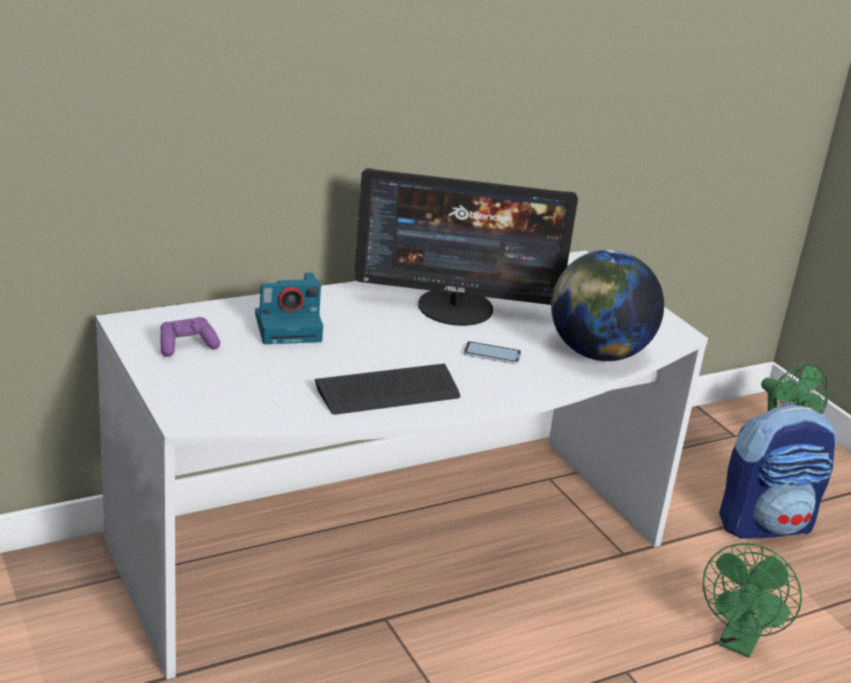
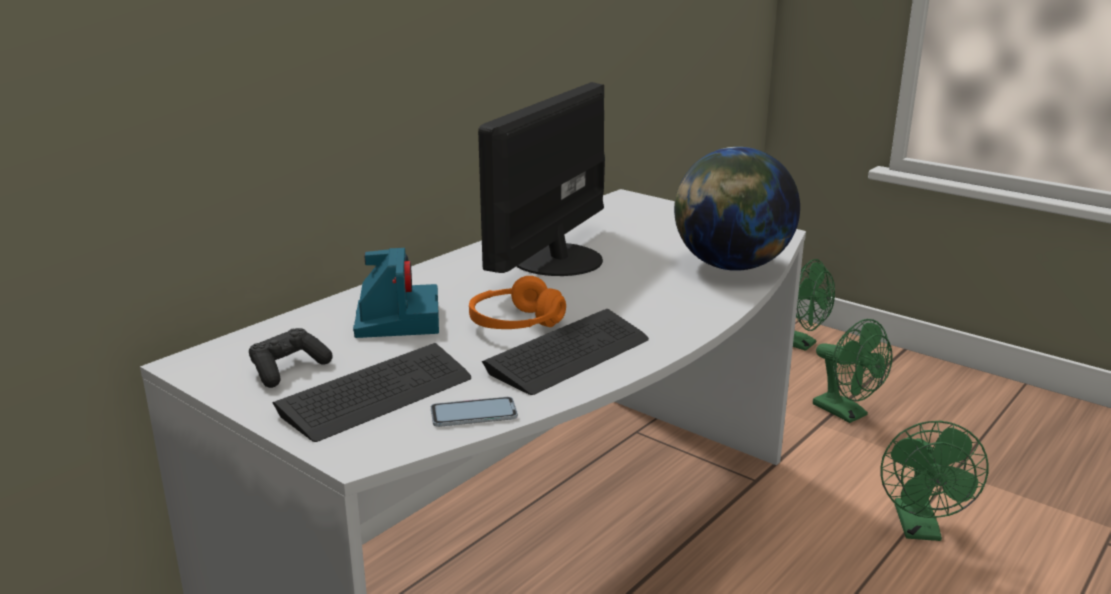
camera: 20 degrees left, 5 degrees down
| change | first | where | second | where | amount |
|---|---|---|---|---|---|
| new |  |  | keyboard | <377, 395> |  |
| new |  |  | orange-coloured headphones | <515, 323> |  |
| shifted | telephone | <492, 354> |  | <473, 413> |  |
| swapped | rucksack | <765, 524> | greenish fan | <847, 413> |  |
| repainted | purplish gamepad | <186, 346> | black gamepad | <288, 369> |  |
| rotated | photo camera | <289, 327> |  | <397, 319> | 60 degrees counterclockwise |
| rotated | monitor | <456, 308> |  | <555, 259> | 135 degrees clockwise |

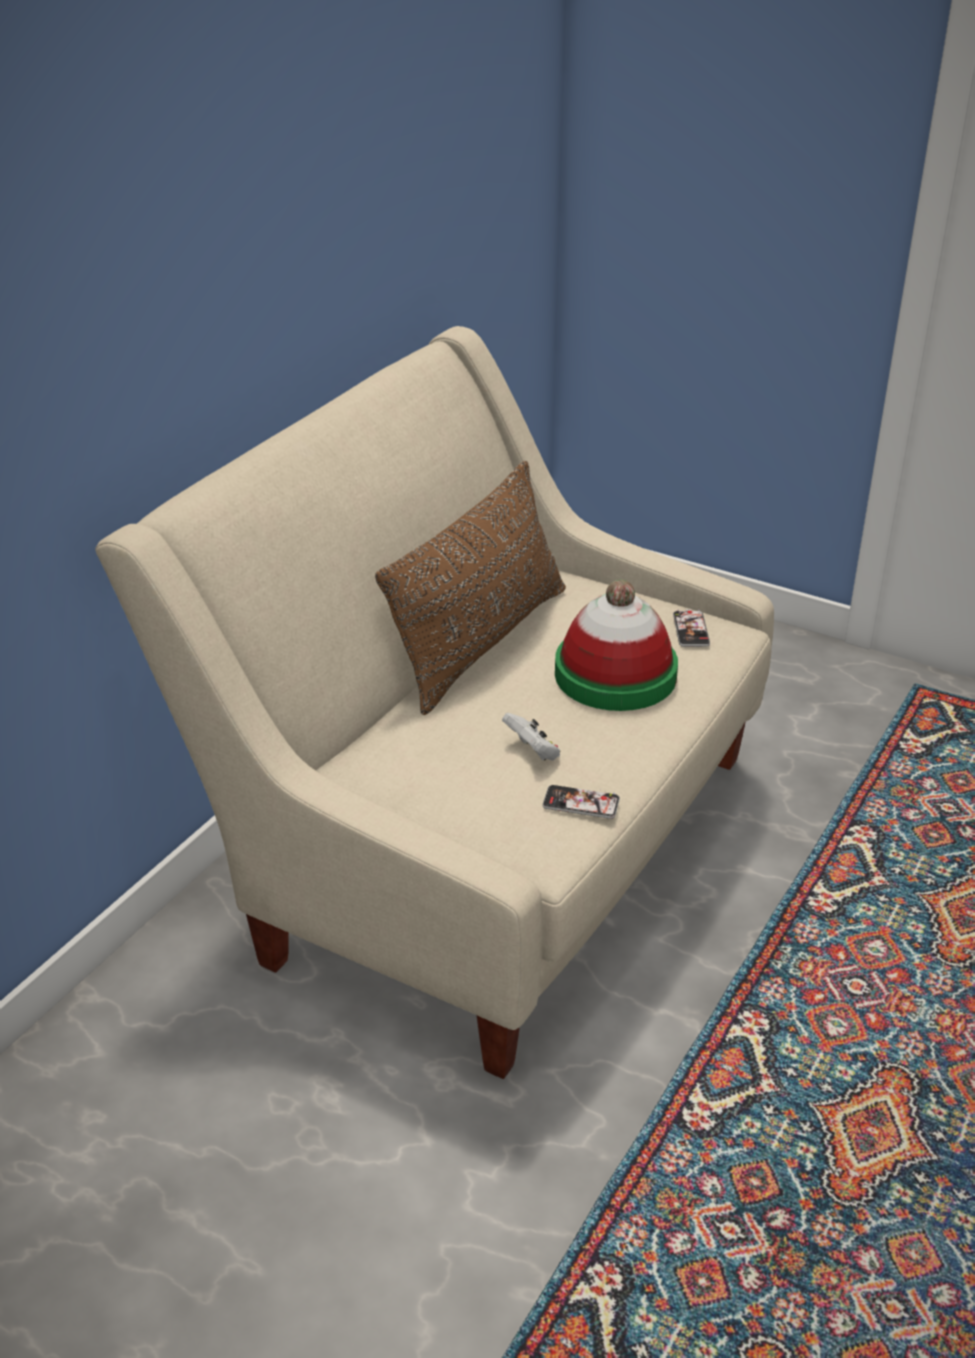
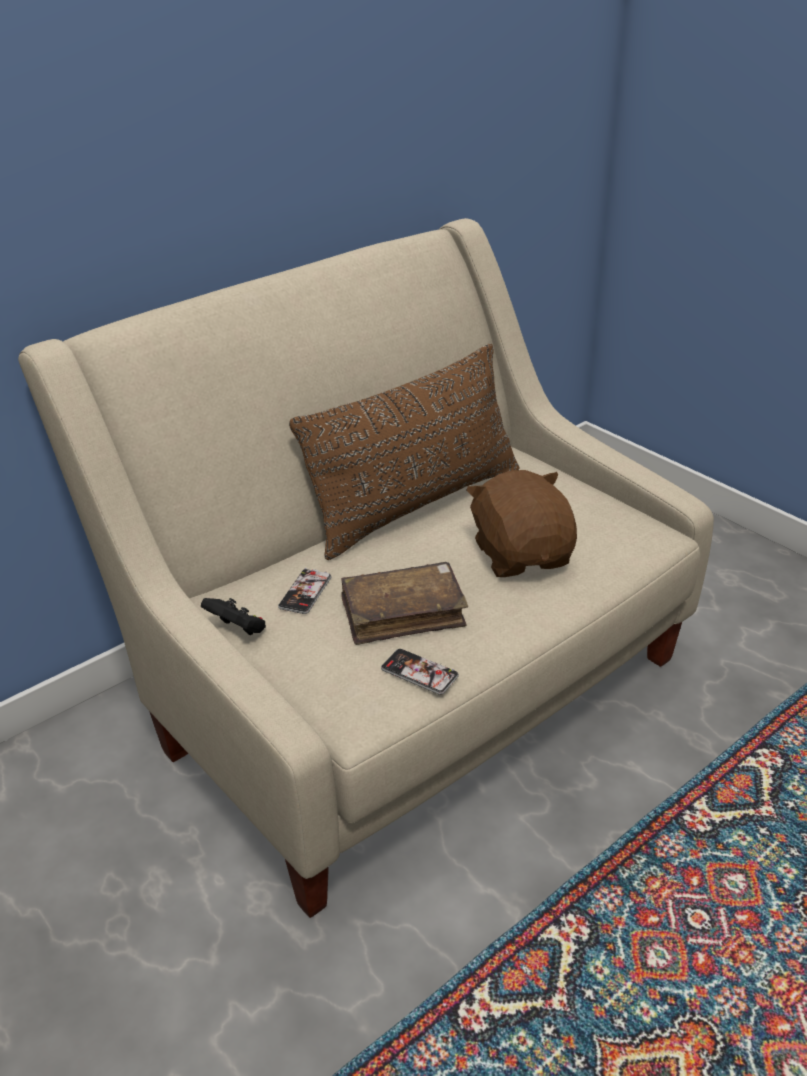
camera: 20 degrees right, 0 degrees up
| change | first | where | second | where | amount |
|---|---|---|---|---|---|
| new |  |  | black gamepad | <238, 630> |  |
| shifted | telephone | <691, 630> |  | <305, 592> |  |
| swapped | white gamepad | <533, 752> | brown-coloured book | <403, 613> |  |
| swapped | wearable hat | <615, 675> | brown-coloured plush toy | <522, 555> |  |

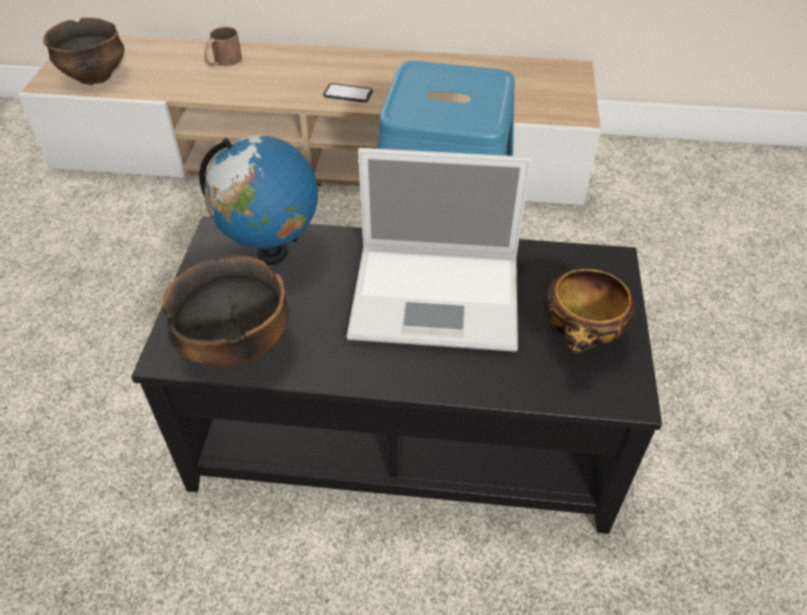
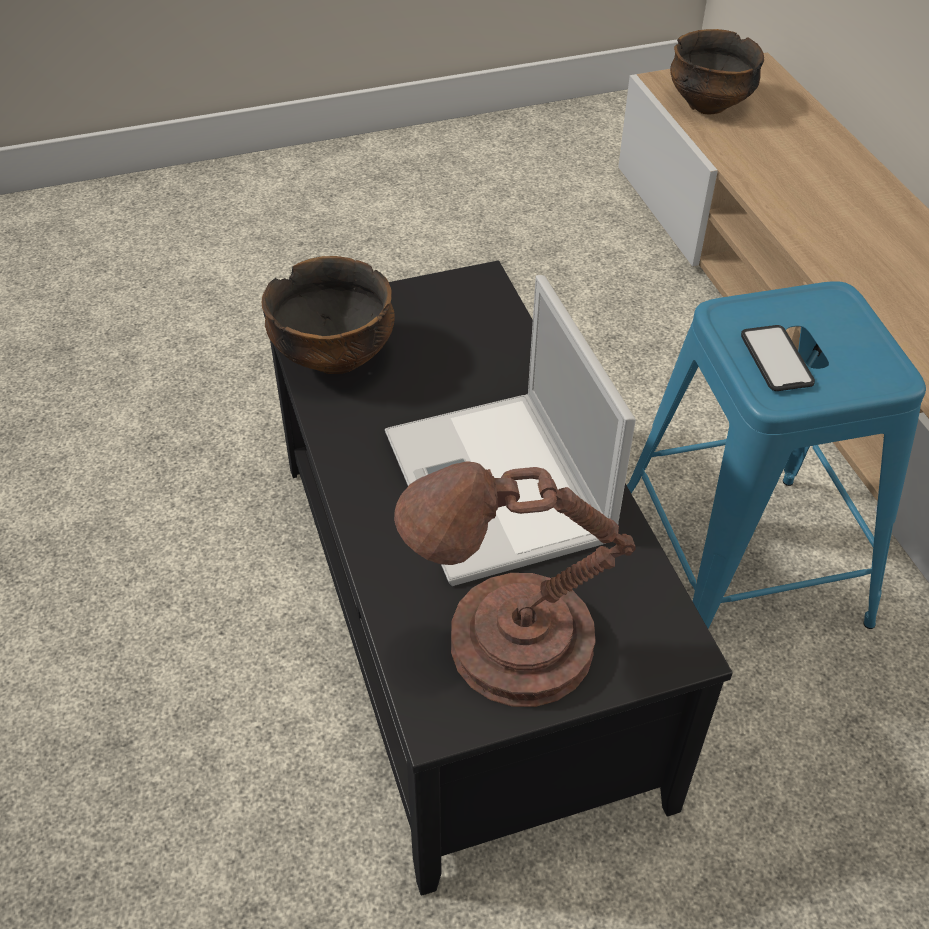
camera: 65 degrees right, 0 degrees up
| change | first | where | second | where | amount |
|---|---|---|---|---|---|
| gone | desk globe | <272, 253> |  |  |  |
| gone | brown-coloured coffee mug | <223, 61> |  |  |  |
| shifted | telephone | <348, 93> |  | <776, 359> |  |
| swapped | bowl | <581, 339> | brown-coloured tabletop lamp | <508, 647> |  |

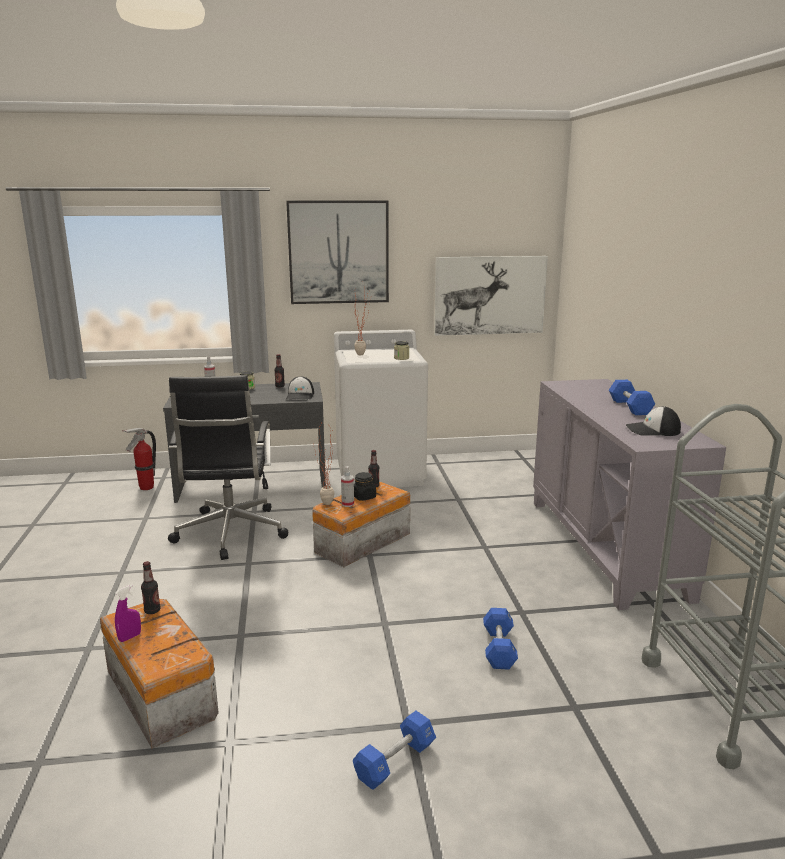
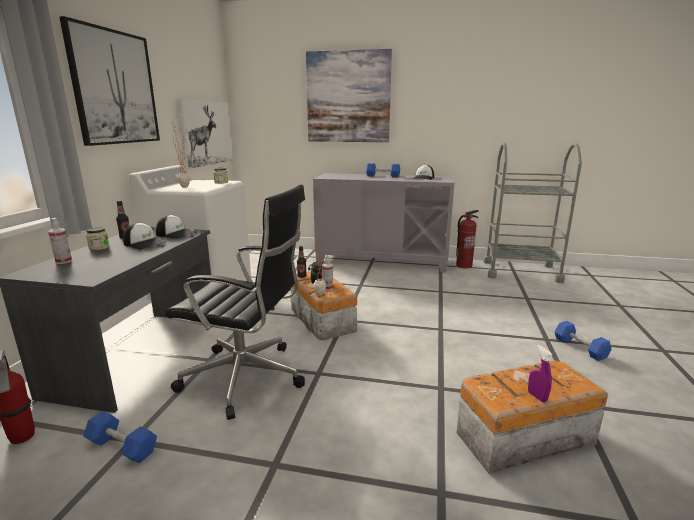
camera: 70 degrees left, 0 degrees up
| change | first | where | second | where | amount |
|---|---|---|---|---|---|
| gone | bottle | <152, 611> |  |  |  |
| new |  |  | cap | <145, 243> |  |
| new |  |  | wall art | <348, 97> |  |
| new |  |  | extinguisher | <464, 265> |  |
| shifted | blue dumbbell | <499, 648> |  | <122, 447> |  |

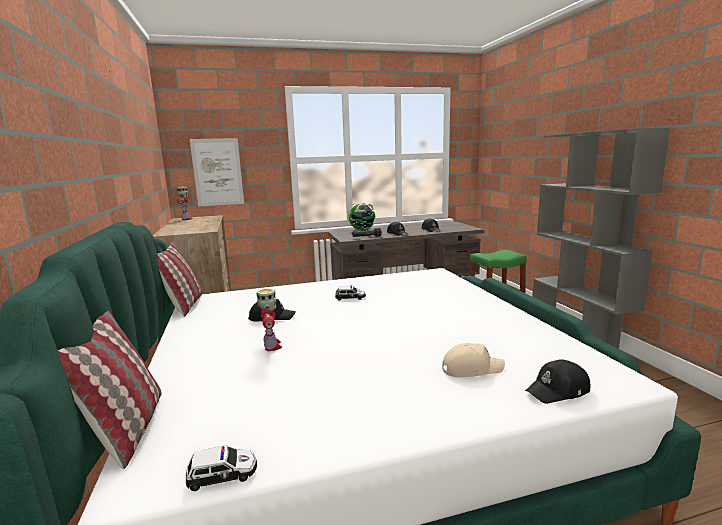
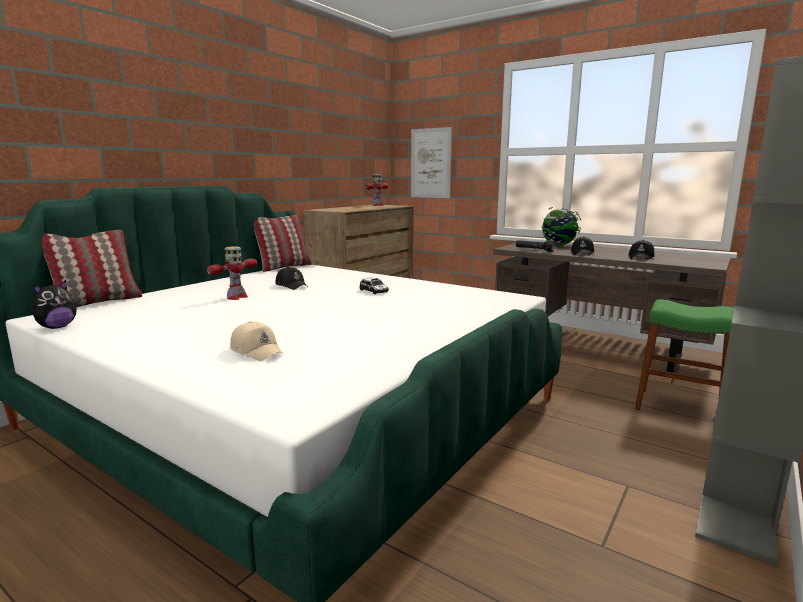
camera: 50 degrees right, 0 degrees up
| change | first | where | second | where | amount |
|---|---|---|---|---|---|
| gone | black cap | <558, 391> |  |  |  |
| swapped | model car | <223, 474> | plush toy | <57, 327> |  |

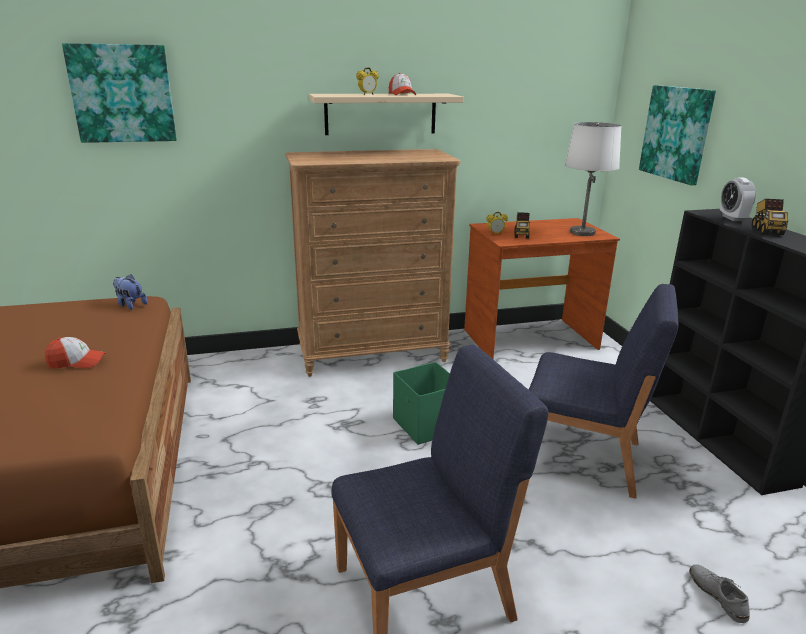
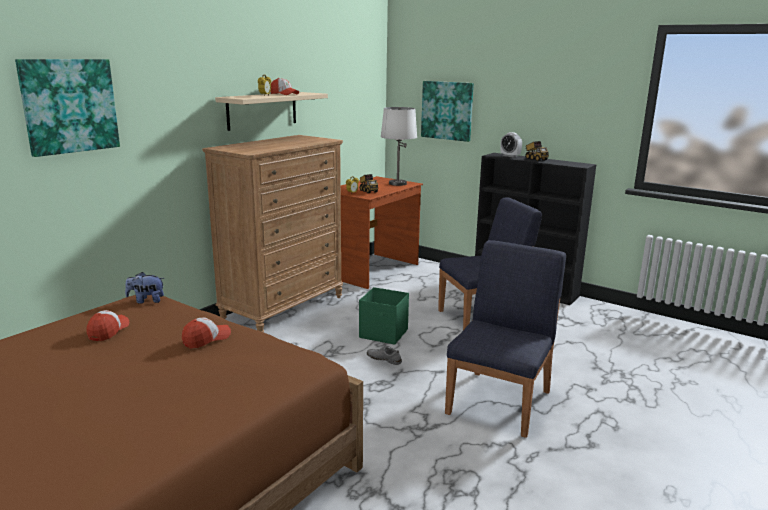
camera: 40 degrees left, 5 degrees down
| change | first | where | second | where | amount |
|---|---|---|---|---|---|
| new |  |  | cap | <108, 331> |  |
| shifted | greyish shoe | <717, 595> |  | <384, 359> |  |

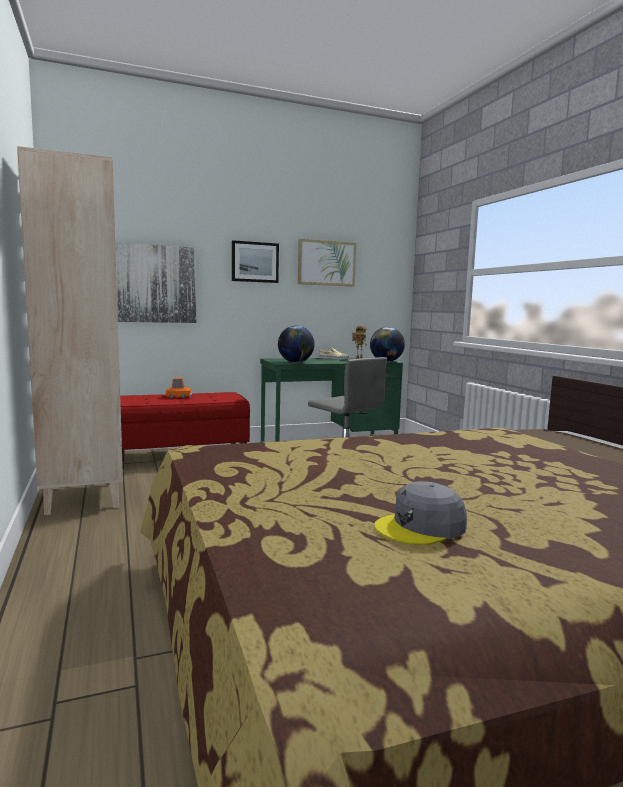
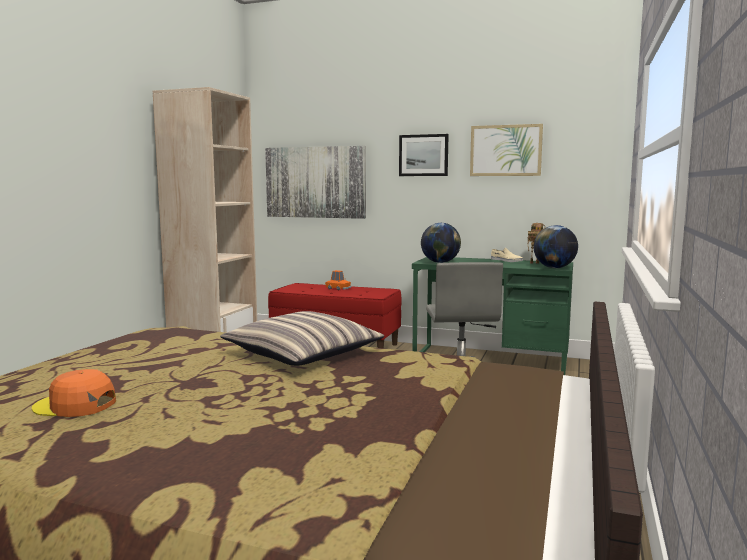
camera: 40 degrees right, 0 degrees up
| change | first | where | second | where | amount |
|---|---|---|---|---|---|
| new |  |  | cushion | <303, 354> |  |
| repainted | greyish cap | <421, 527> | orange-coloured cap | <75, 405> |  |

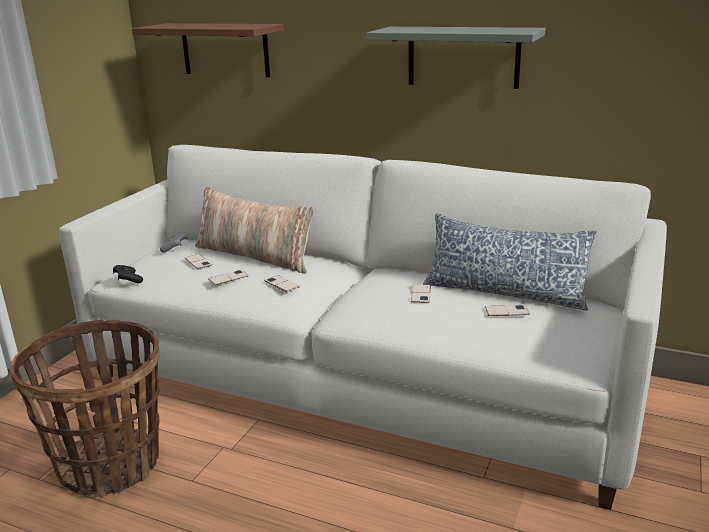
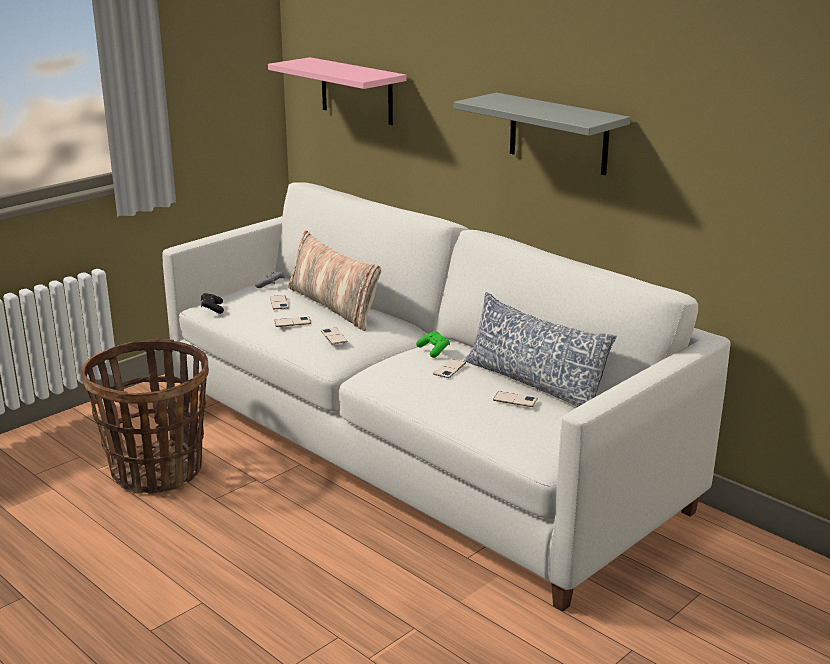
camera: 20 degrees right, 0 degrees up
| change | first | where | second | where | amount |
|---|---|---|---|---|---|
| new |  |  | greenish gamepad | <434, 350> |  |
| repainted | brown-coloured bracket shelf | <225, 49> | pink-coloured bracket shelf | <356, 91> |  |

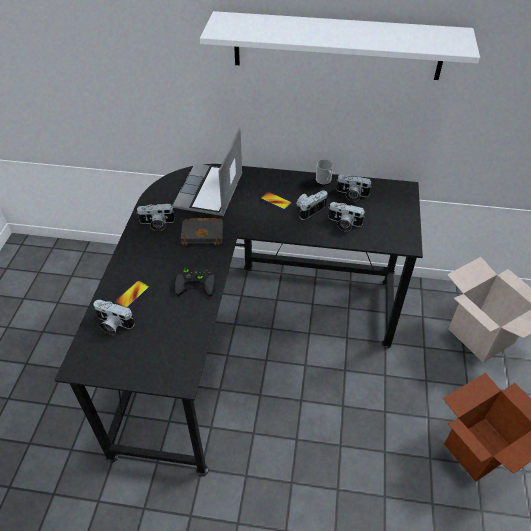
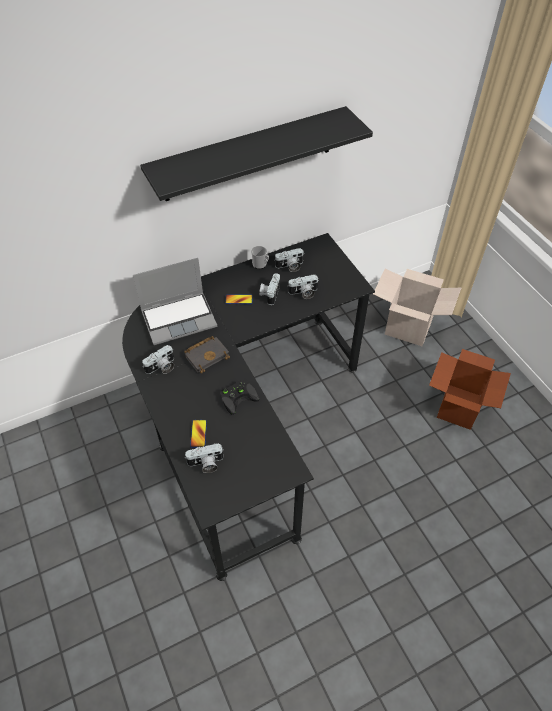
camera: 35 degrees left, 5 degrees up
| change | first | where | second | where | amount |
|---|---|---|---|---|---|
| repainted | white bracket shelf | <337, 46> | black bracket shelf | <249, 154> |  |
| rotated | portable computer | <210, 192> |  | <179, 318> | 90 degrees counterclockwise |

